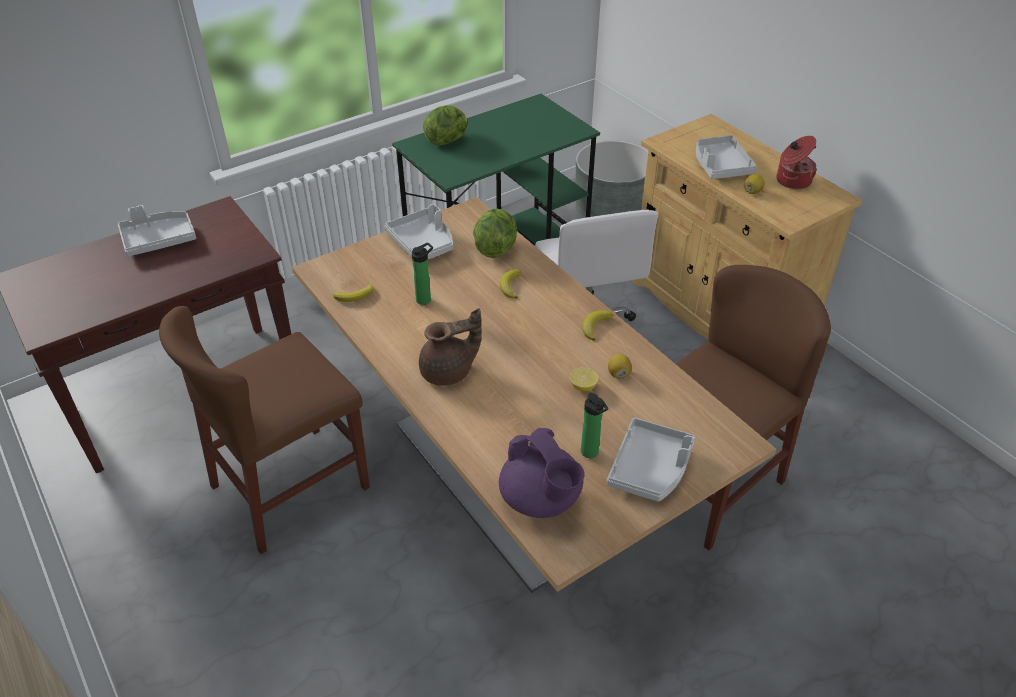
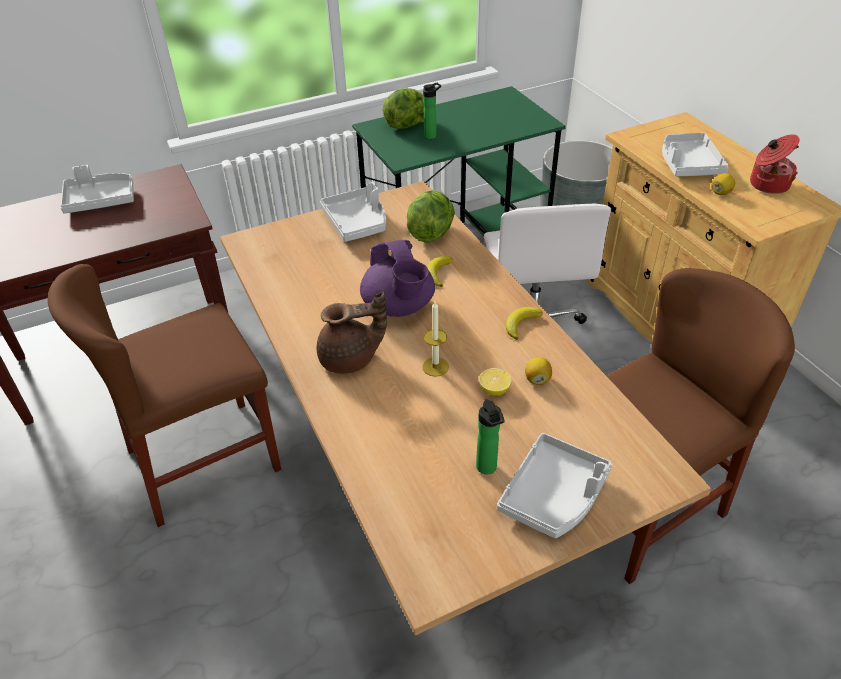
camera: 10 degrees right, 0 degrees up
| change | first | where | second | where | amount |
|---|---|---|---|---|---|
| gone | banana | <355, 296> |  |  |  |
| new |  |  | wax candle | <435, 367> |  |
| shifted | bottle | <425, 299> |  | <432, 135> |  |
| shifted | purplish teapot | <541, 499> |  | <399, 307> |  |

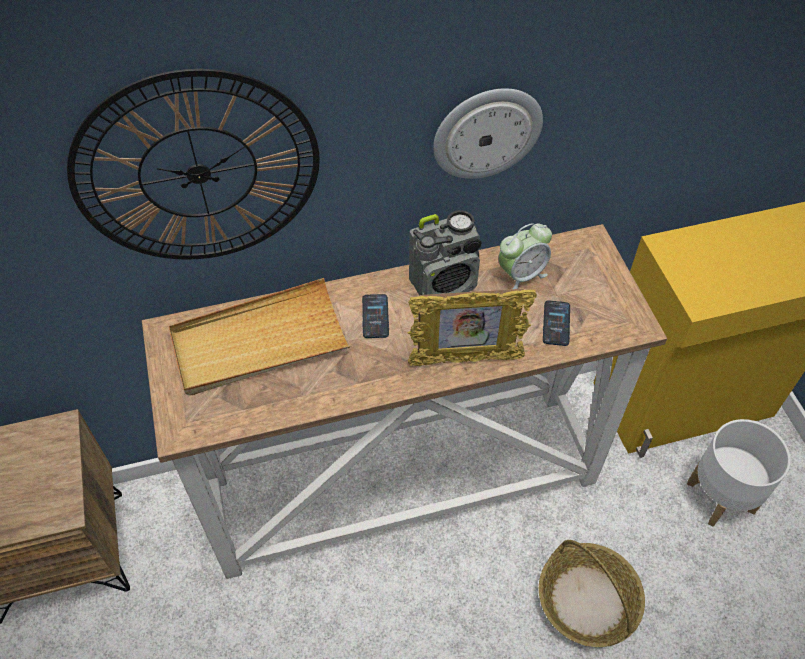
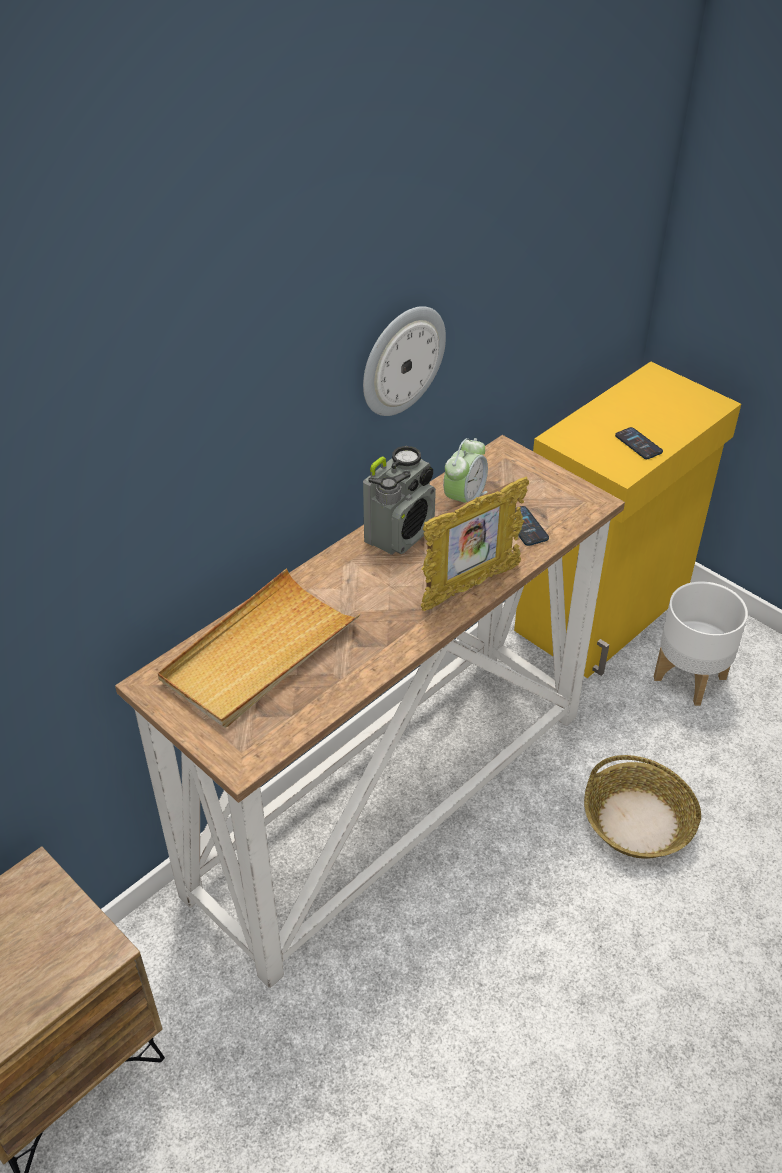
camera: 30 degrees left, 10 degrees down
| change | first | where | second | where | amount |
|---|---|---|---|---|---|
| gone | hanging clock | <198, 173> |  |  |  |
| shifted | telephone | <375, 316> |  | <638, 444> |  |

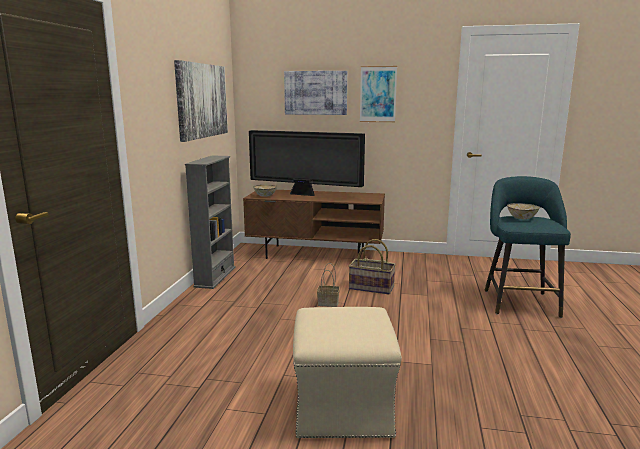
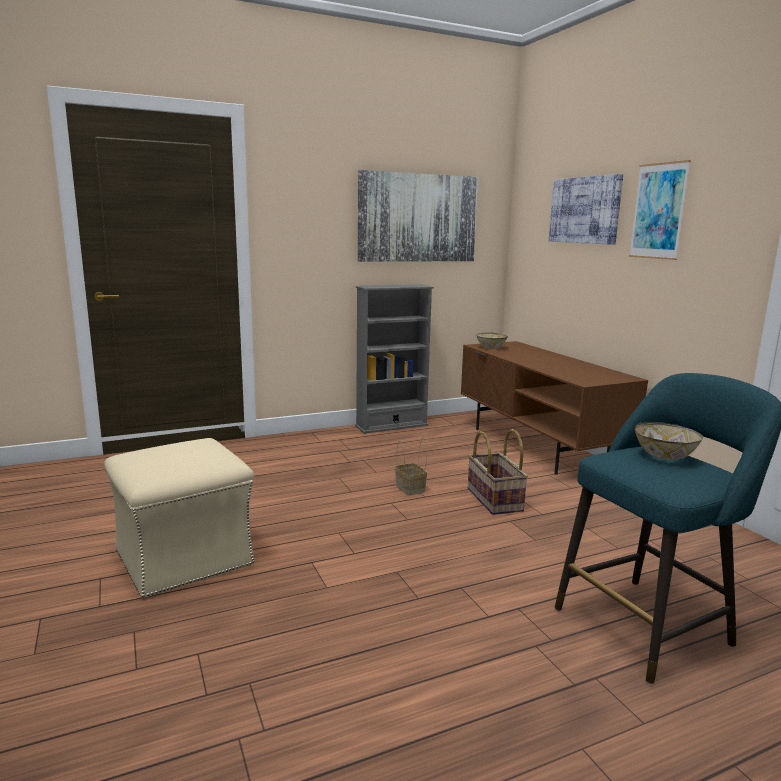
camera: 55 degrees right, 0 degrees up
| change | first | where | second | where | amount |
|---|---|---|---|---|---|
| gone | television | <304, 194> |  |  |  |

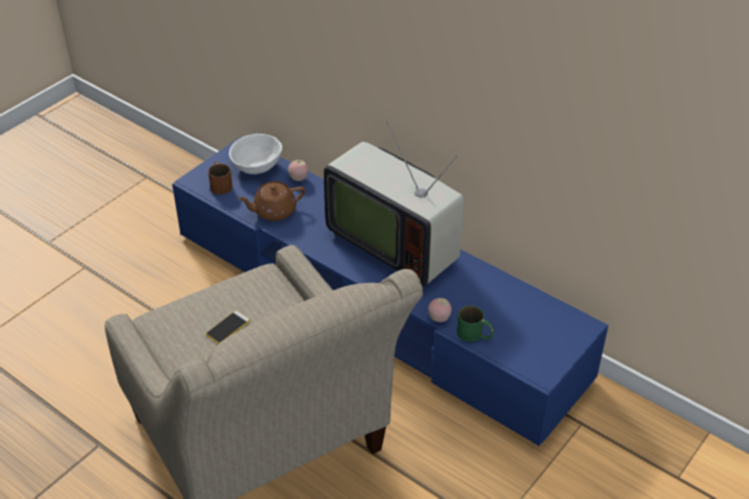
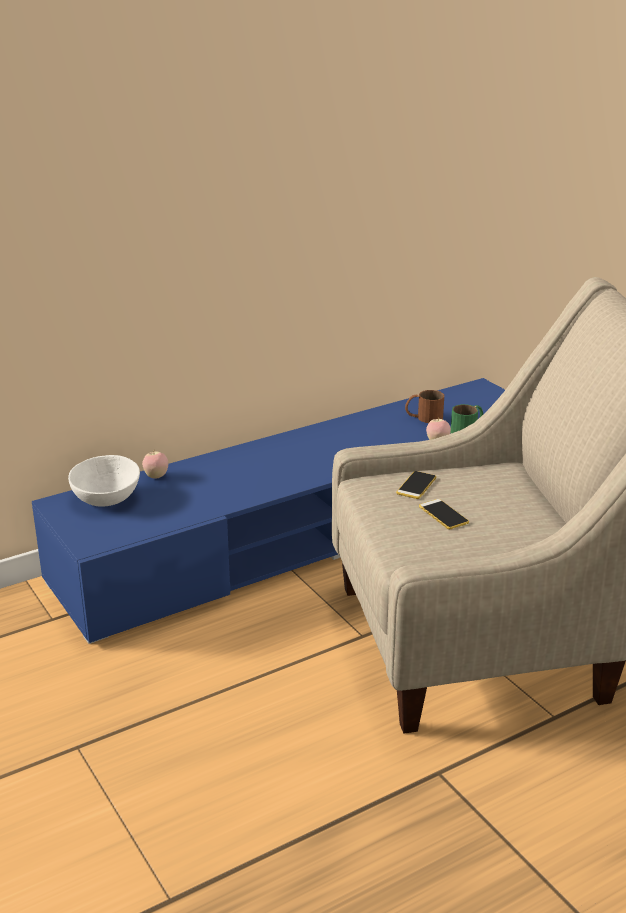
camera: 70 degrees left, 15 degrees down
| change | first | where | second | where | amount |
|---|---|---|---|---|---|
| gone | brown-coloured teapot | <273, 211> |  |  |  |
| gone | television | <394, 243> |  |  |  |
| new |  |  | telephone | <416, 485> |  |
| shifted | brown-coloured coffee mug | <220, 184> |  | <423, 417> |  |

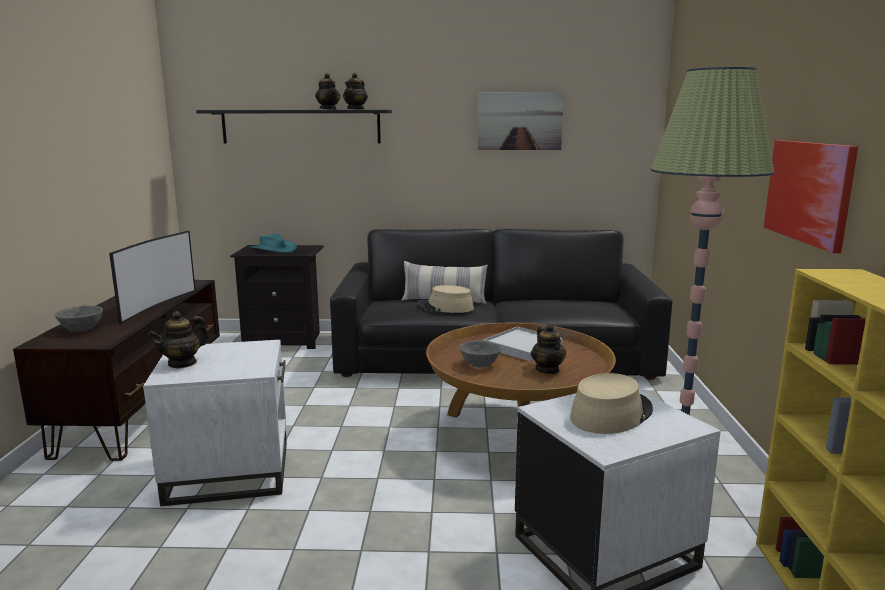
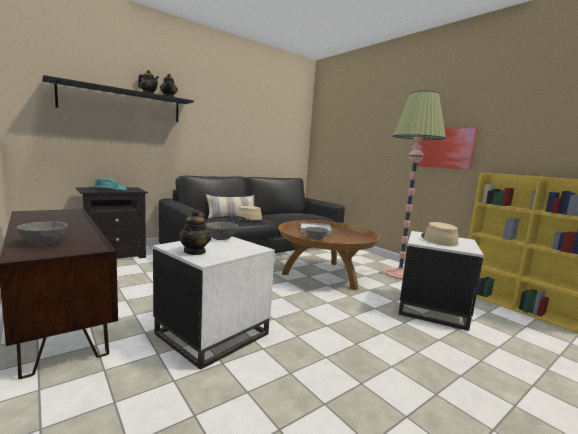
camera: 40 degrees left, 5 degrees down
| change | first | where | second | where | amount |
|---|---|---|---|---|---|
| gone | television | <156, 305> |  |  |  |
| gone | wall art | <519, 121> |  |  |  |
| gone | teapot | <548, 370> |  |  |  |
| new |  |  | greyish bowl | <220, 238> |  |

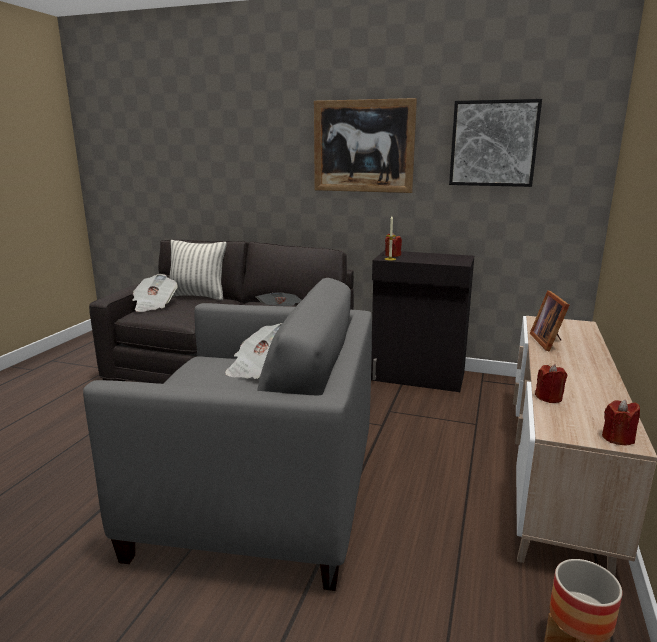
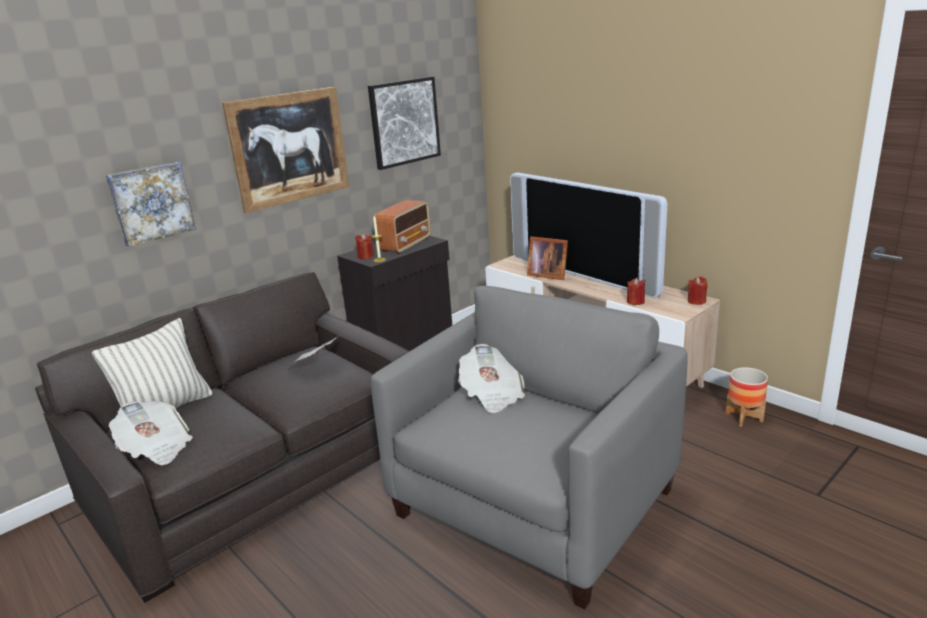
camera: 60 degrees left, 5 degrees up
| change | first | where | second | where | amount |
|---|---|---|---|---|---|
| new |  |  | wall art | <151, 203> |  |
| new |  |  | radio set | <405, 245> |  |
| new |  |  | television | <584, 273> |  |

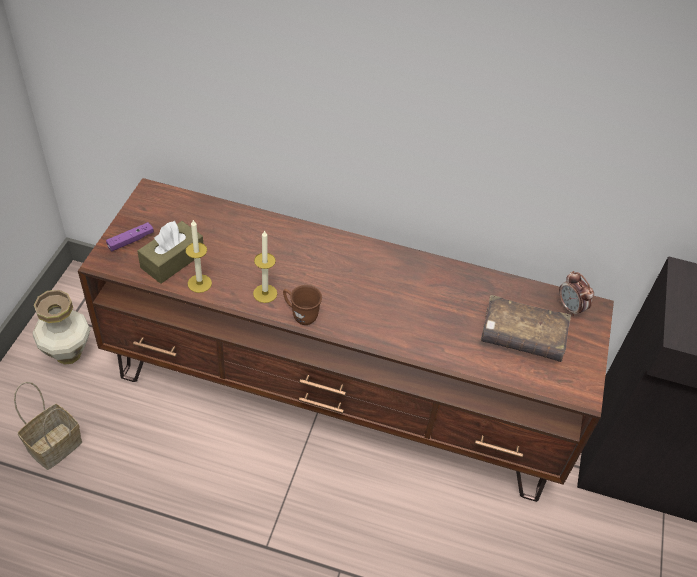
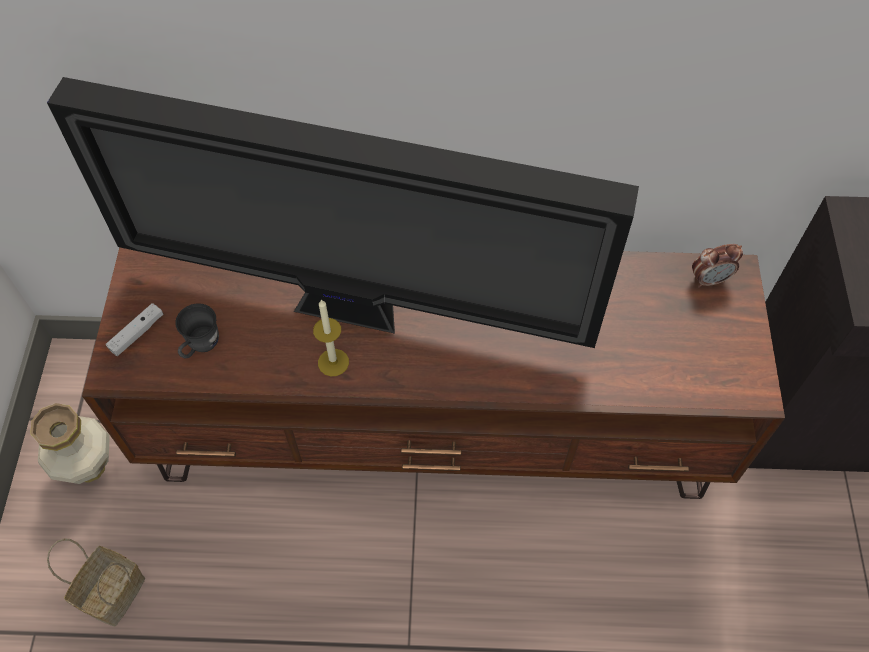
camera: 10 degrees left, 10 degrees up
| change | first | where | second | where | amount |
|---|---|---|---|---|---|
| gone | wax candle | <199, 283> |  |  |  |
| gone | brown-coloured coffee mug | <300, 315> |  |  |  |
| gone | brown-coloured book | <522, 336> |  |  |  |
| new |  |  | television | <355, 312> |  |
| swapped | brown-coloured tissue box | <172, 260> | greyish coffee mug | <200, 347> |  |
| repainted | purplish gamepad | <131, 240> | white gamepad | <137, 333> |  |
| rotated | bedside clock | <570, 308> |  | <709, 280> | 60 degrees counterclockwise |

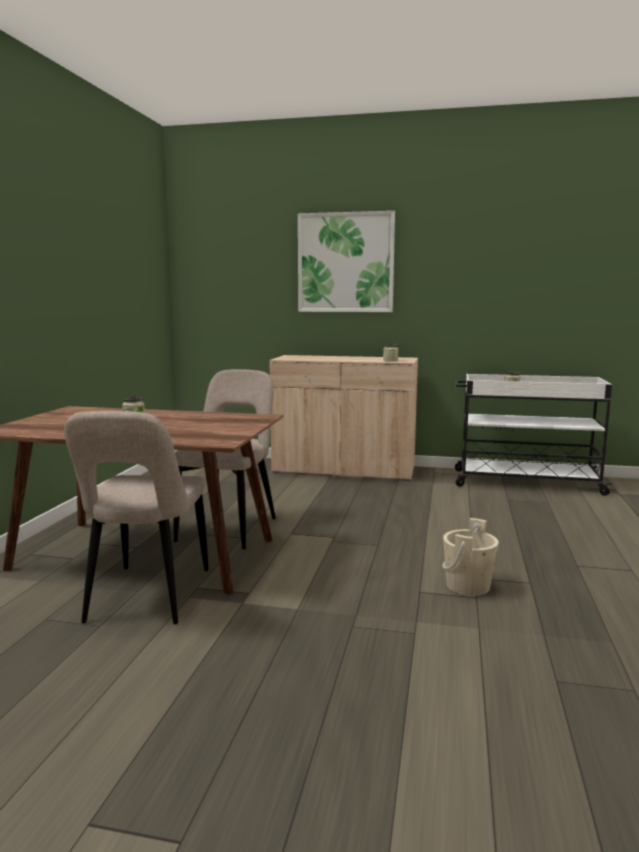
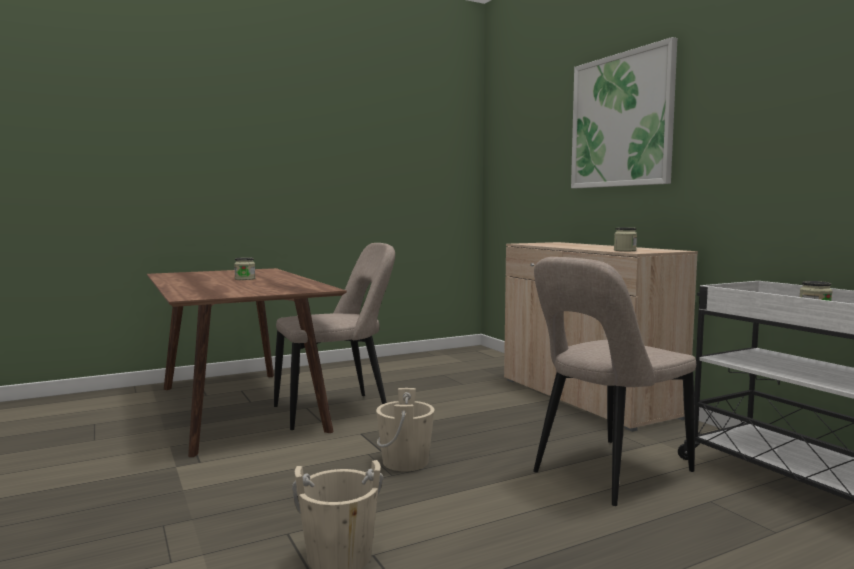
camera: 50 degrees right, 5 degrees down
| change | first | where | second | where | amount |
|---|---|---|---|---|---|
| new |  |  | sand-coloured water bucket | <405, 462> |  |
| shifted | sand-coloured plain chair | <146, 598> |  | <607, 473> |  |

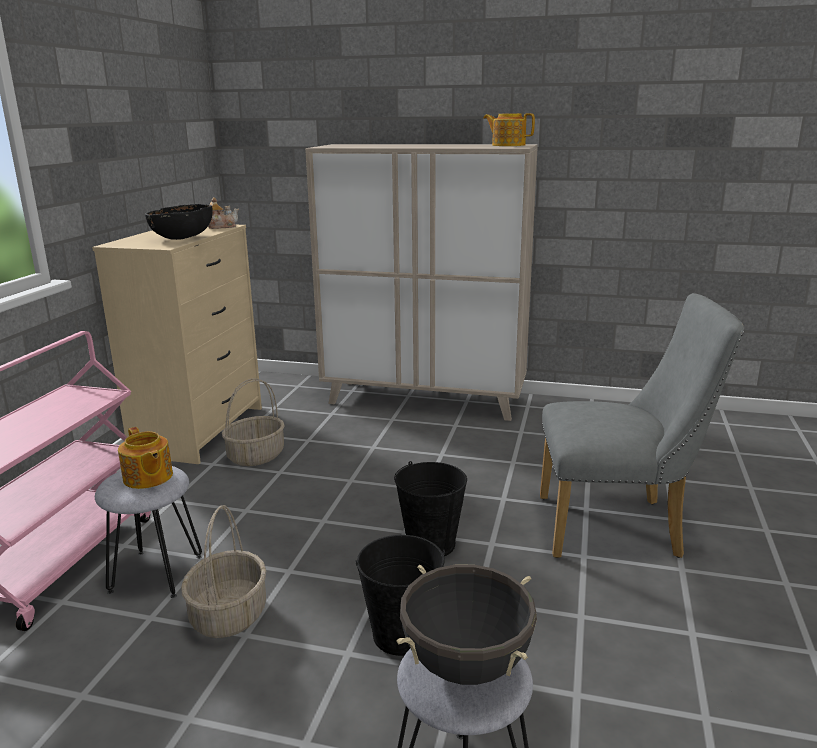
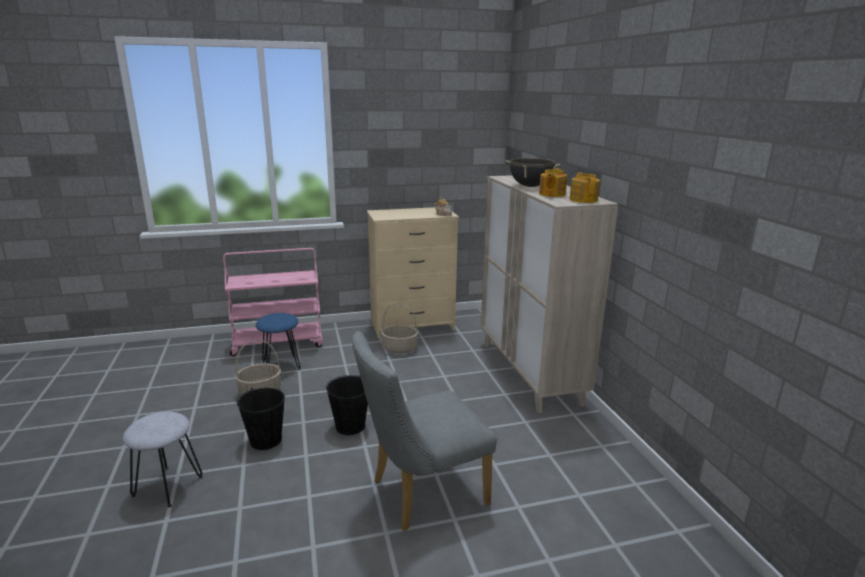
camera: 60 degrees right, 0 degrees up
| change | first | where | second | where | amount |
|---|---|---|---|---|---|
| gone | black bowl | <183, 238> |  |  |  |
| shifted | teapot | <147, 478> |  | <551, 194> |  |
| shifted | black stockpot | <466, 665> |  | <530, 186> |  |
| repainted | greyish stool | <155, 573> | blue stool | <281, 364> |  |
| rotated | greyish plain chair | <619, 527> |  | <421, 494> | 90 degrees clockwise |

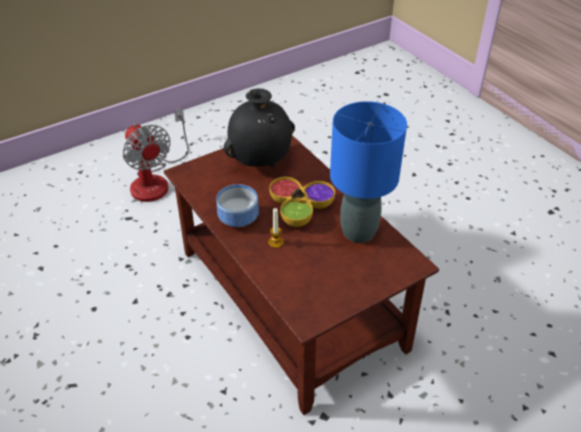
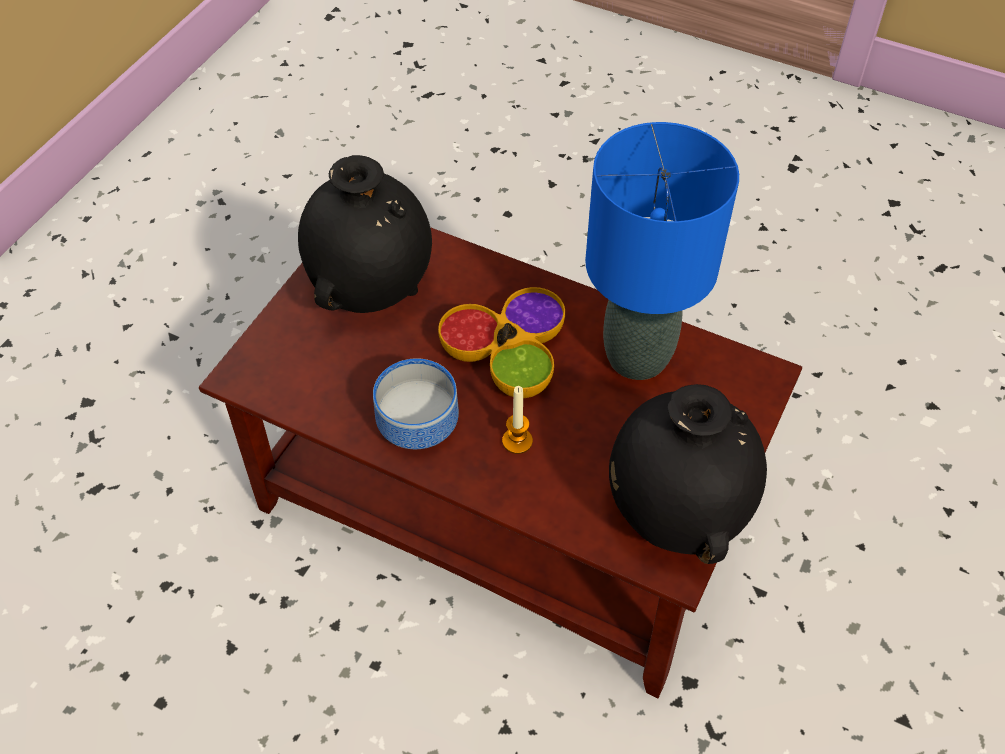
camera: 30 degrees left, 10 degrees up
| change | first | where | second | where | amount |
|---|---|---|---|---|---|
| gone | fan | <156, 180> |  |  |  |
| new |  |  | black decorative vase | <675, 513> |  |

